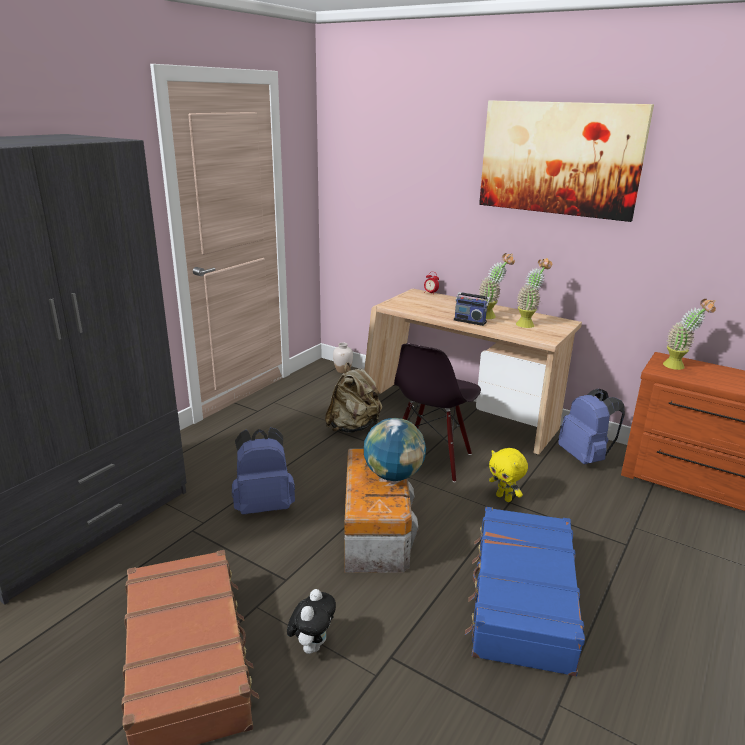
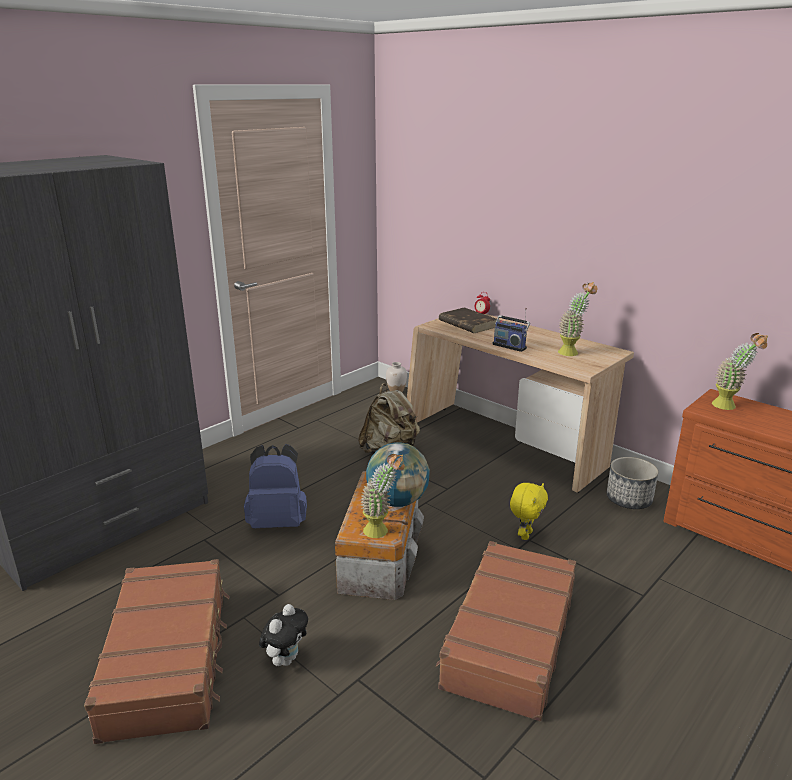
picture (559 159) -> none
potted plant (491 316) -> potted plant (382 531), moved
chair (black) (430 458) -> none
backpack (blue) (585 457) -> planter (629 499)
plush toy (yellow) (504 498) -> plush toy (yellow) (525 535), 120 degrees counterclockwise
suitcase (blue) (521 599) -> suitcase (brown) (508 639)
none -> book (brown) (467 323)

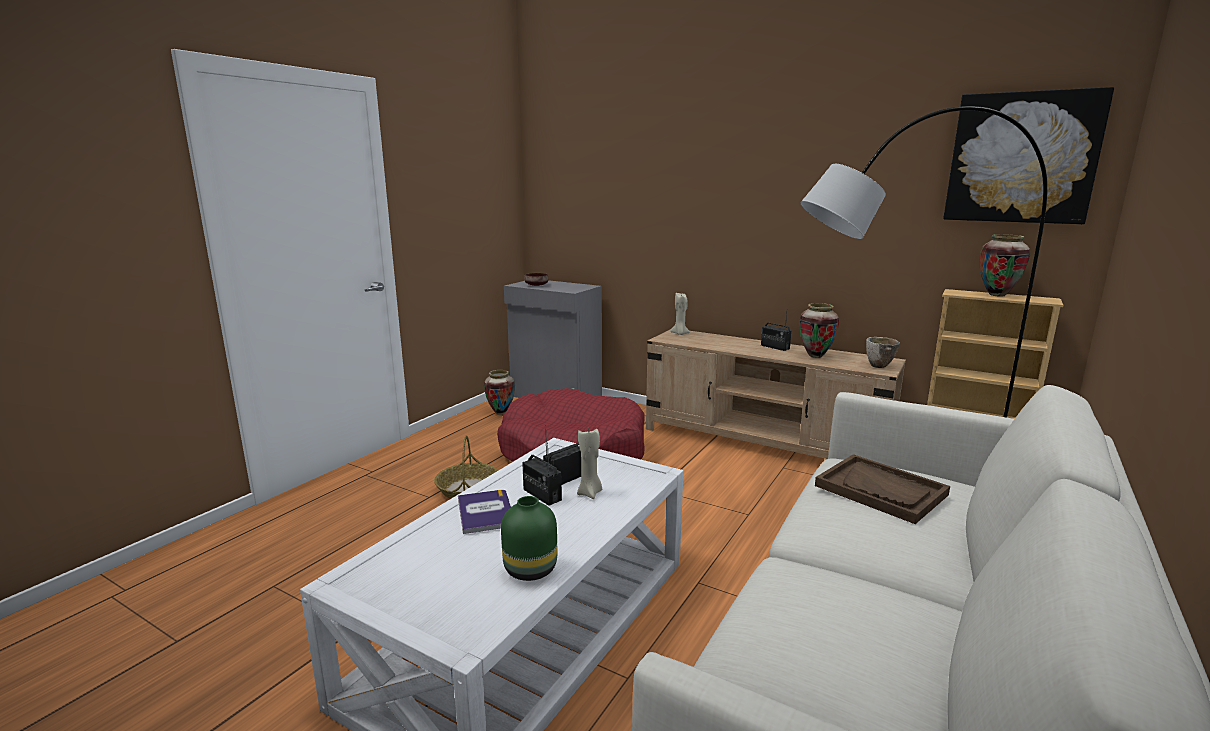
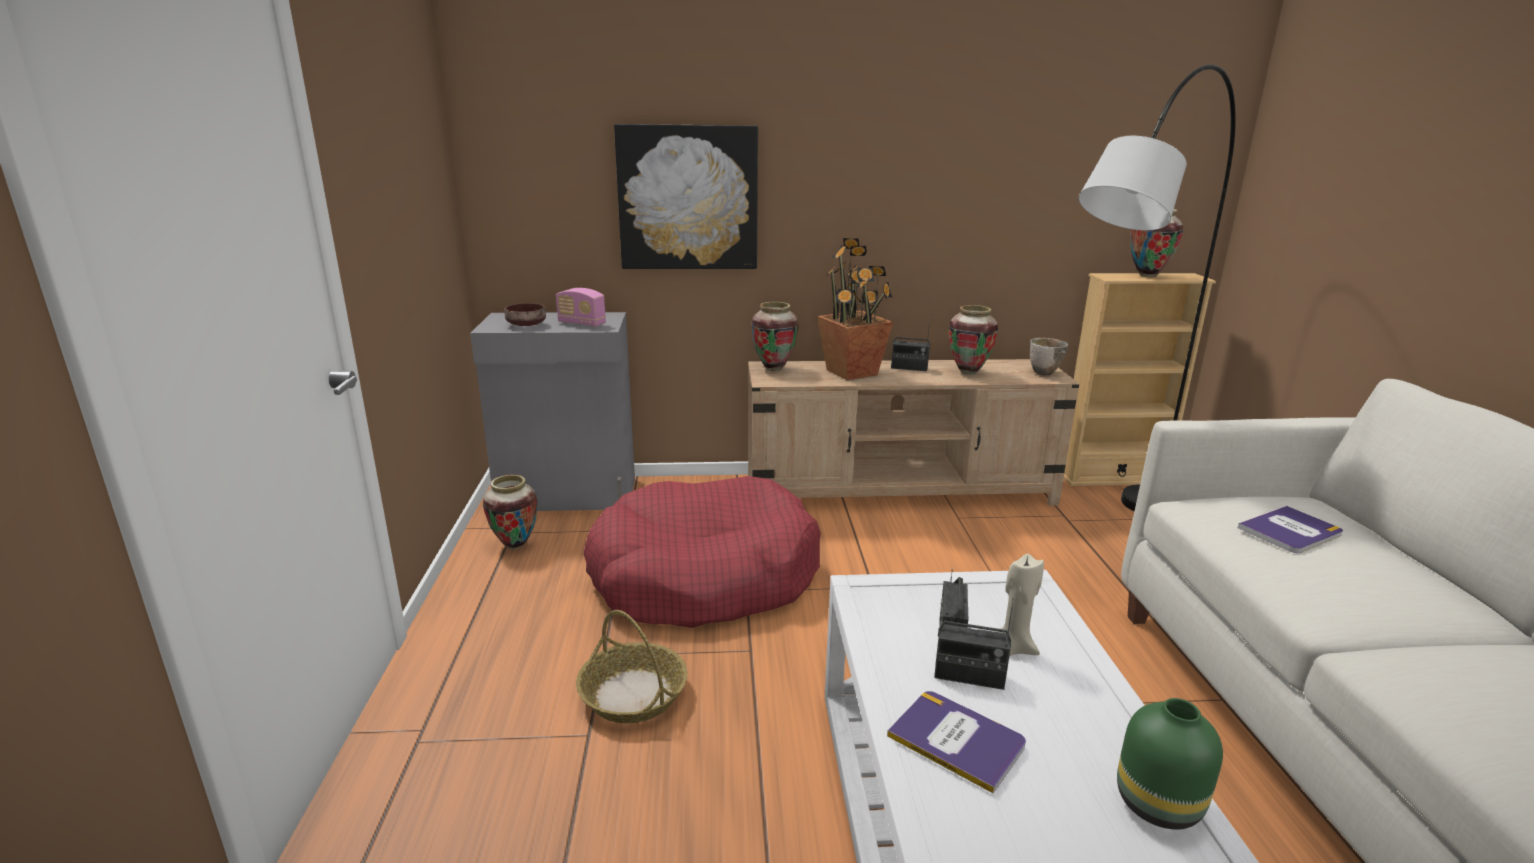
picture (1022 158) -> picture (688 198), moved
candle (beige) (680 334) -> vase (774 368)
tray (brown) (881 490) -> book (1290 531)
none -> potted plant (852 372)
none -> radio (582 323)

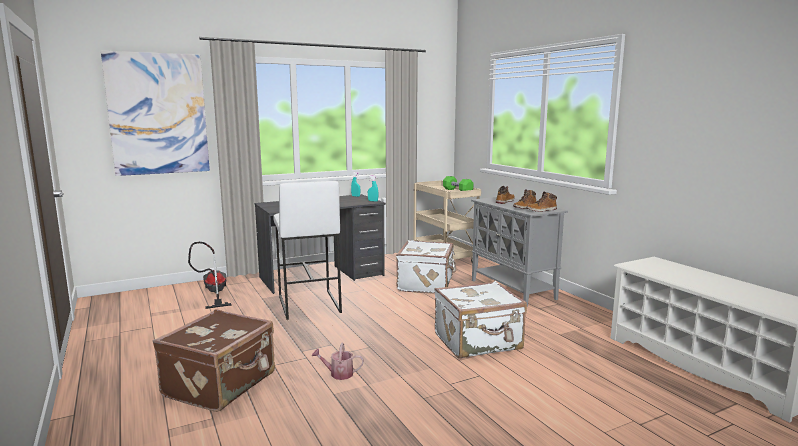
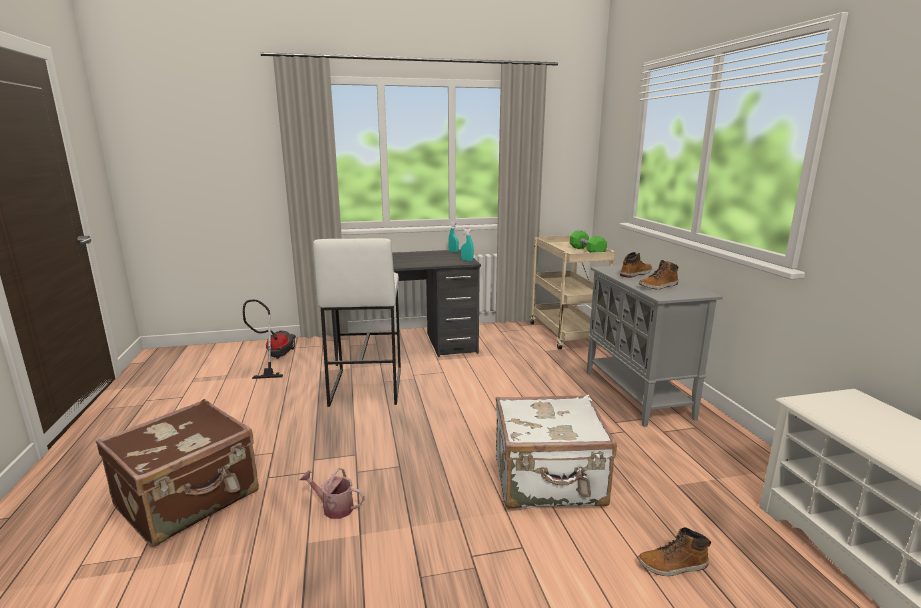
picture (158 114) -> none
boot (541 210) -> boot (673 565), moved
suitcase (white) (426 284) -> none

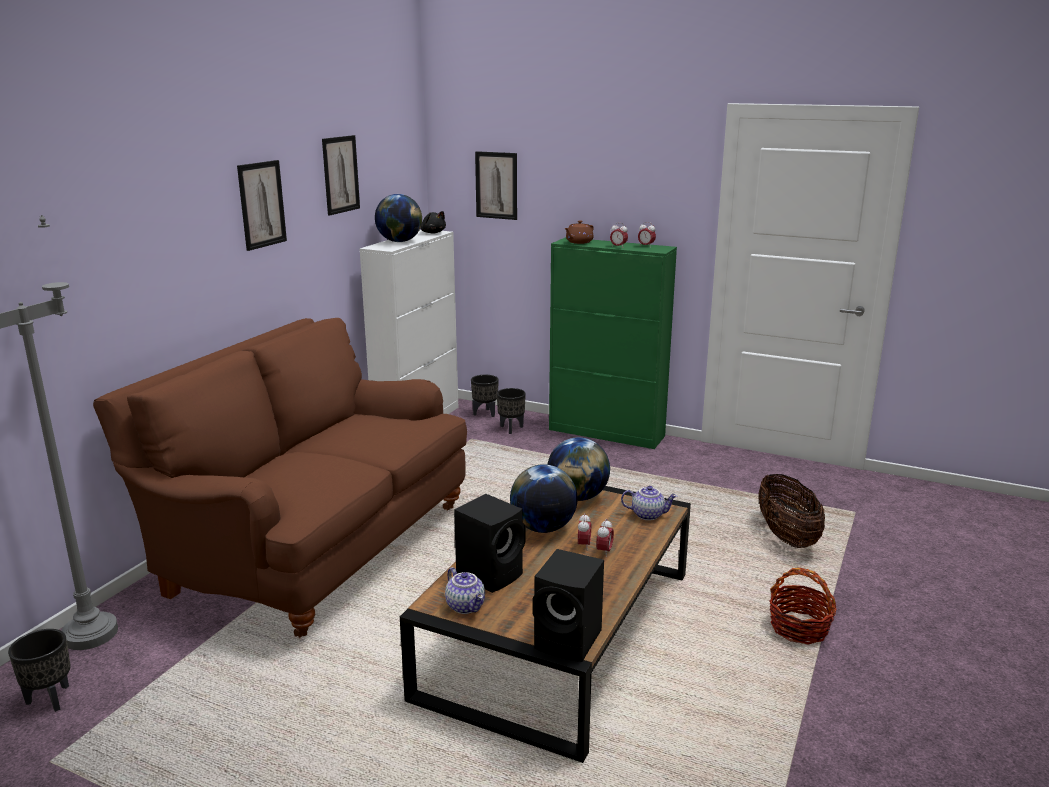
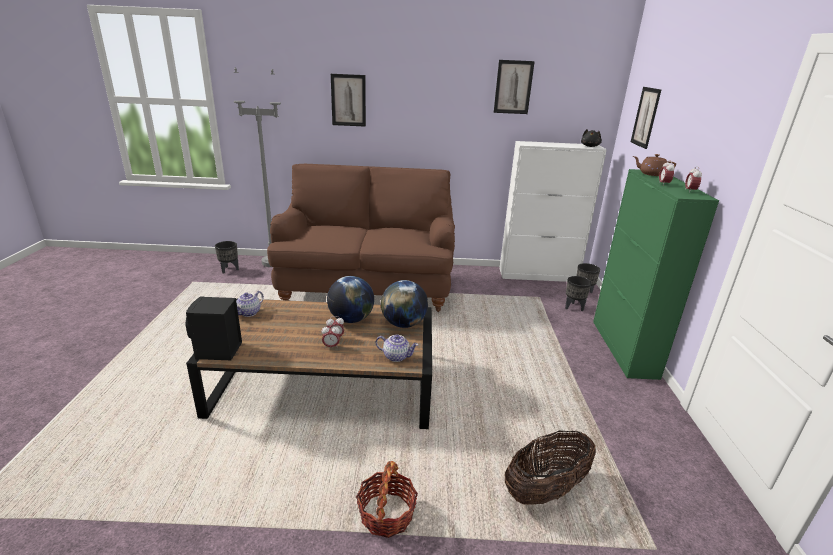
picture (262 204) -> picture (348 100), moved
globe (399 241) -> none
teapot (648 514) -> teapot (396 356), 60 degrees counterclockwise
speaker (black) (491 574) -> none

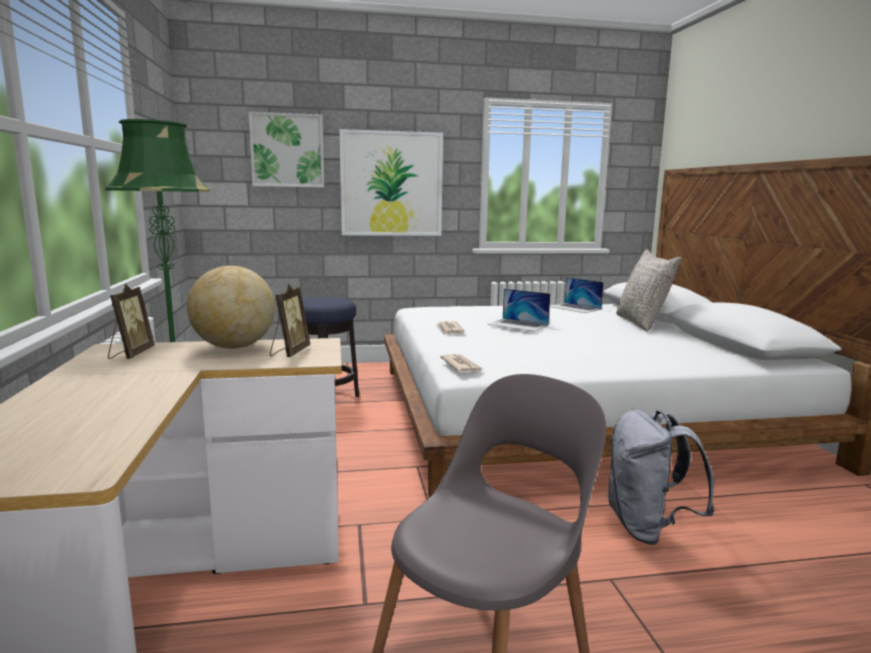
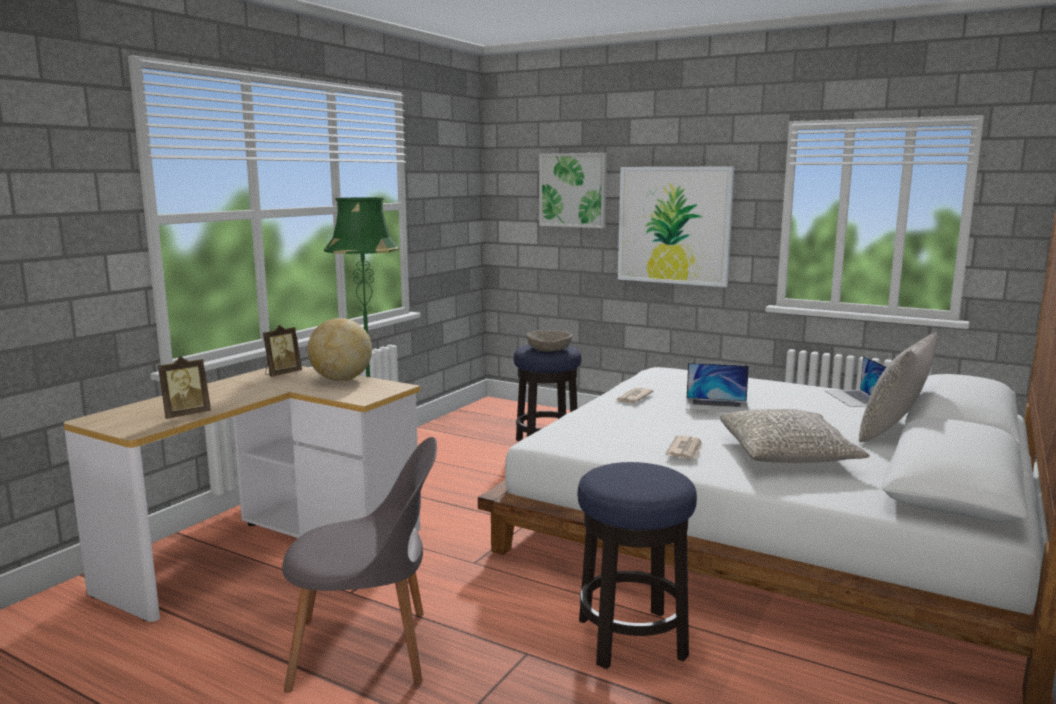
picture frame (289 353) -> picture frame (186 415), moved
laptop (518 325) -> laptop (716 405), 60 degrees counterclockwise
newspaper (461 366) -> newspaper (686 450), moved
backpack (grey) (647 528) -> stool (631 639)
none -> bowl (beige) (549 348)
none -> pillow (grey) (787 454)

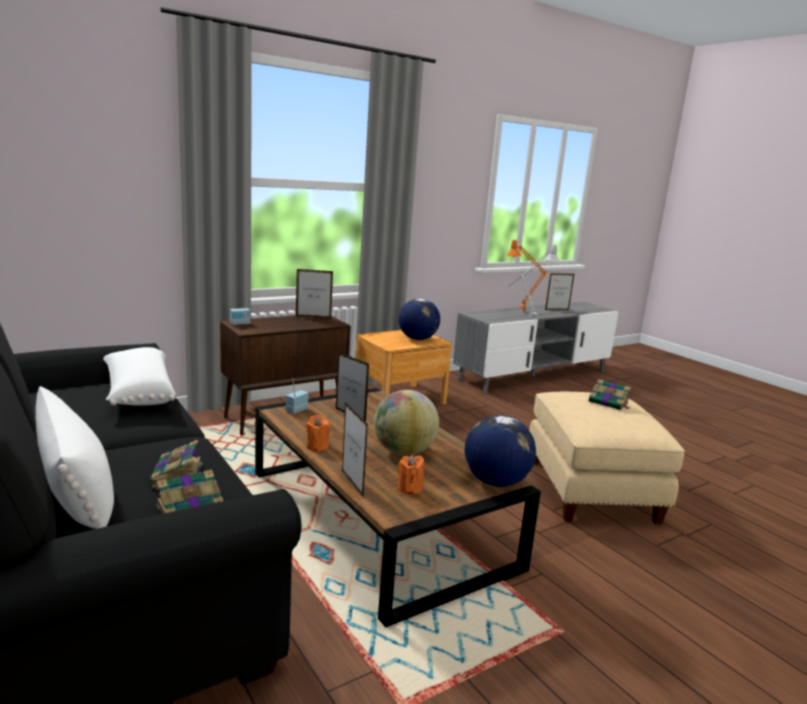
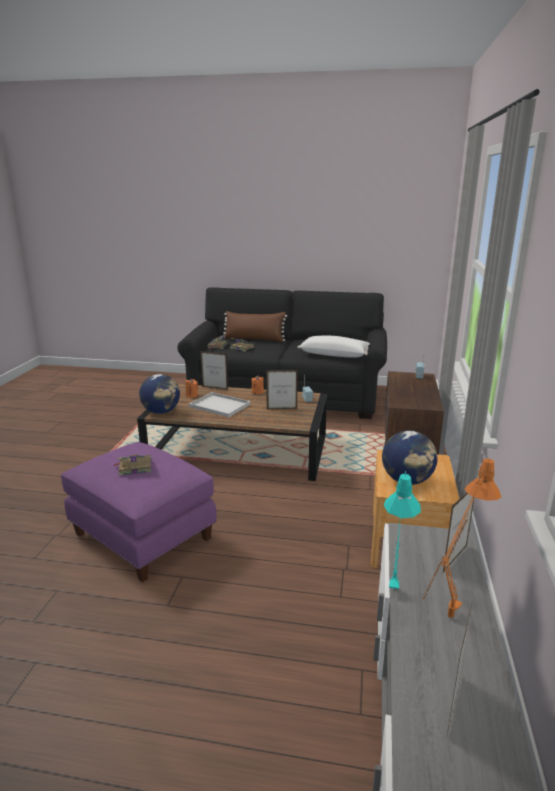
table lamp (grey) (527 319) -> table lamp (turquoise) (394 583)
picture frame (313 317) -> picture frame (455 559), moved
pillow (white) (76 489) -> pillow (brown) (254 339)
globe (403 452) -> tray (white) (221 405)
ottoman (beige) (589 489) -> ottoman (purple) (144 536)

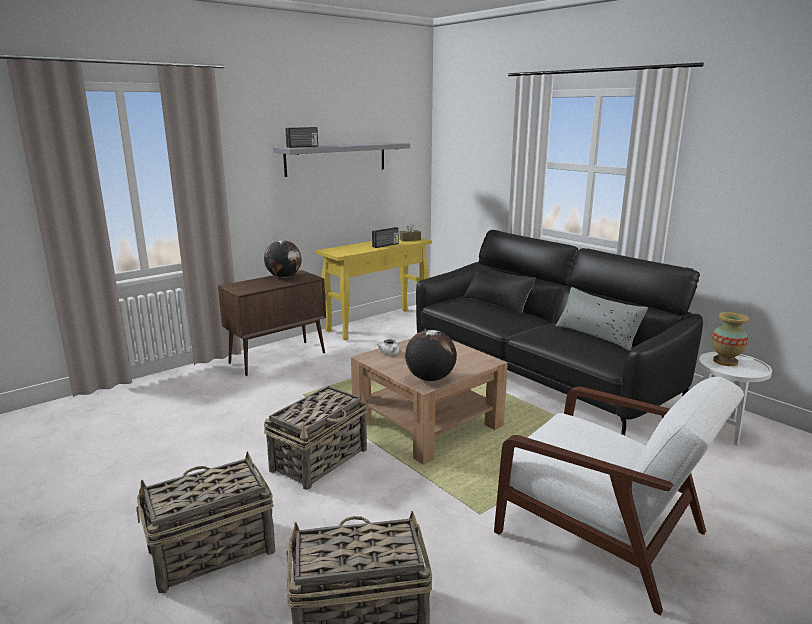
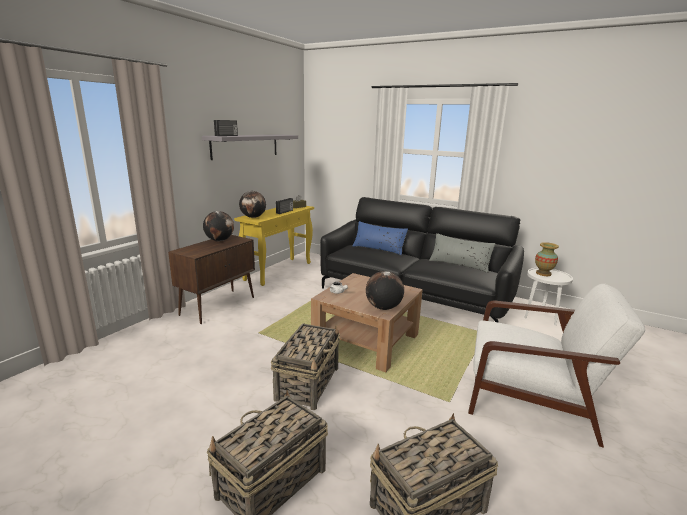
pillow (black) (497 304) -> pillow (blue) (378 249)
none -> globe (253 217)

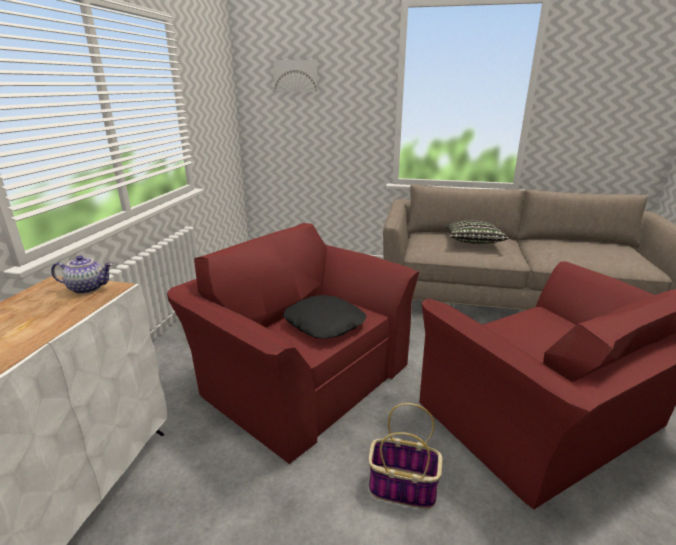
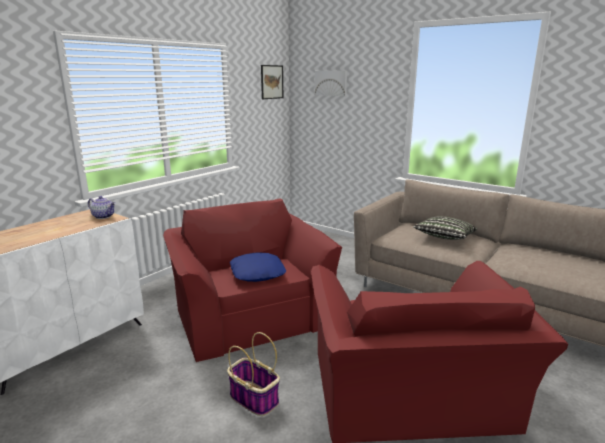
pillow (black) (325 323) -> pillow (blue) (258 273)
none -> picture (272 82)

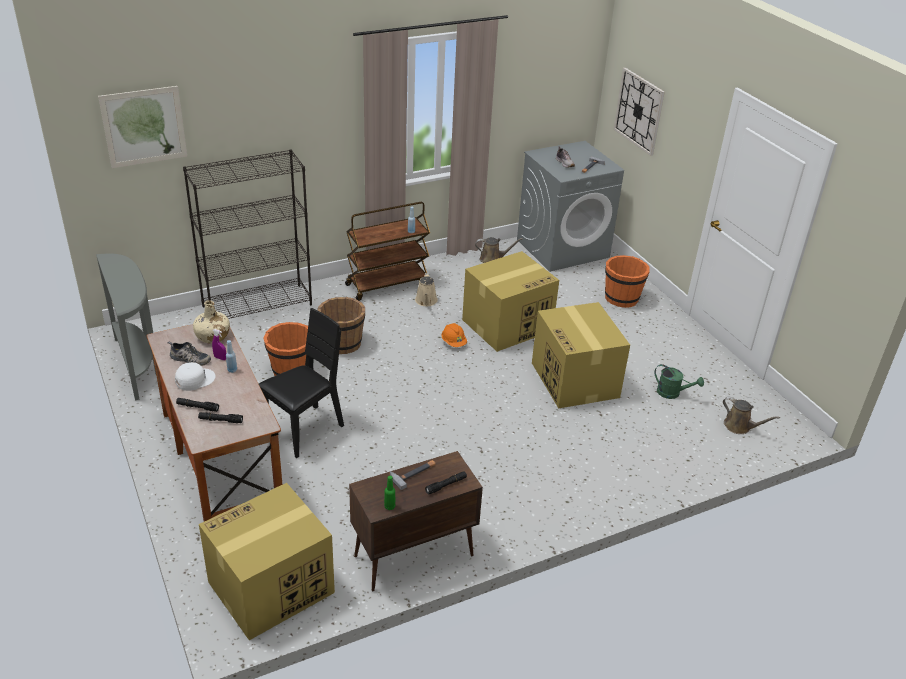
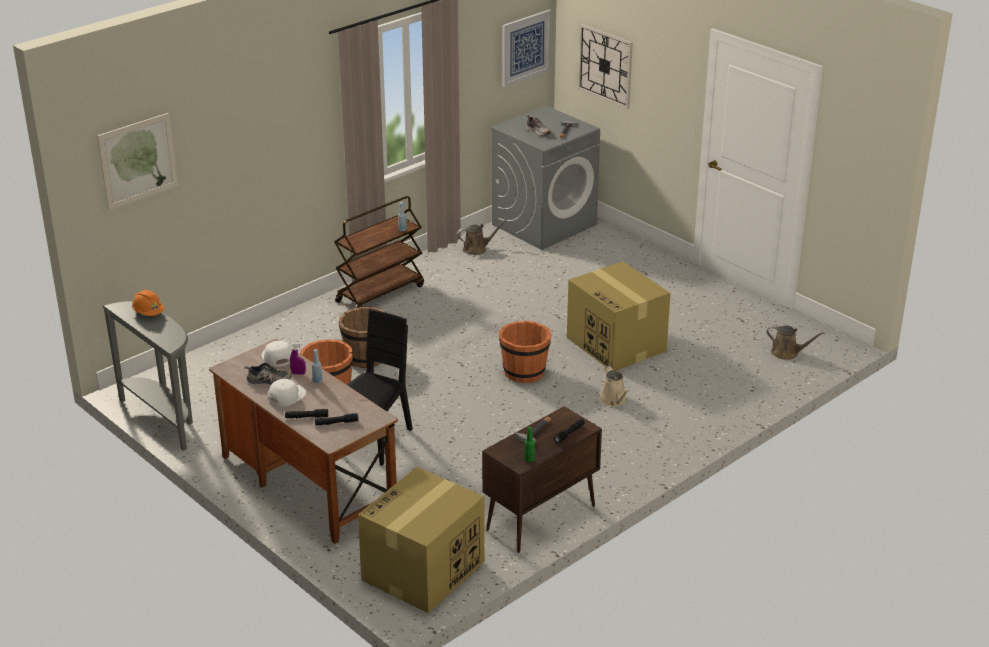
bookcase (black) (258 305) -> none
cardboard box (508 325) -> none
bucket (orange) (621 298) -> bucket (orange) (524 372), moved
watering can (beige) (426 301) -> watering can (beige) (614 400), moved
bottle (beige) (212 336) -> cap (white) (277 357)
hard hat (orange) (453 342) -> hard hat (orange) (148 313), moved
watering can (green) (672 393) -> none
none -> picture (525 47)

